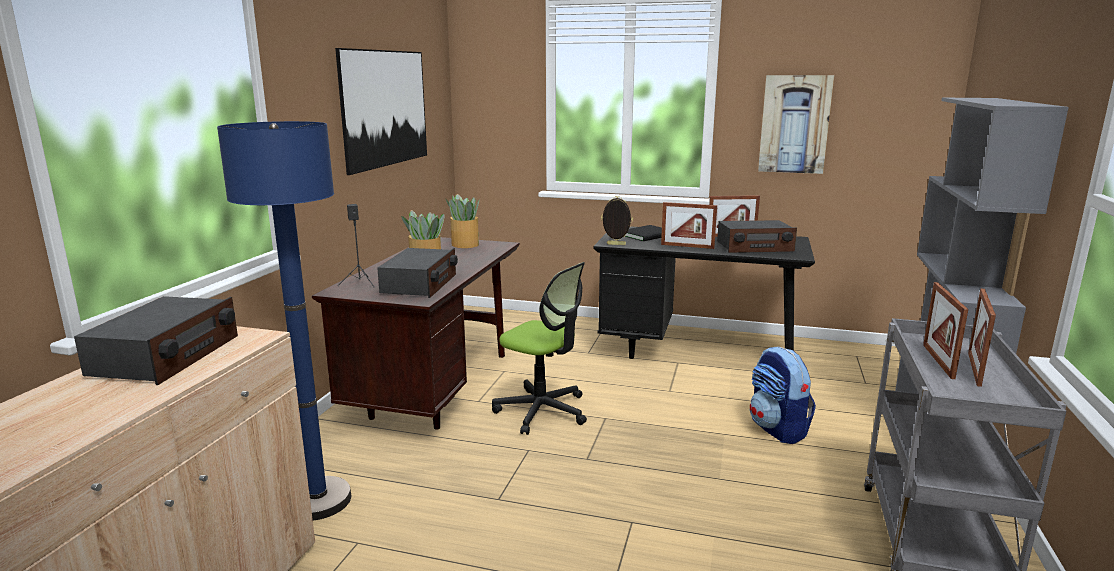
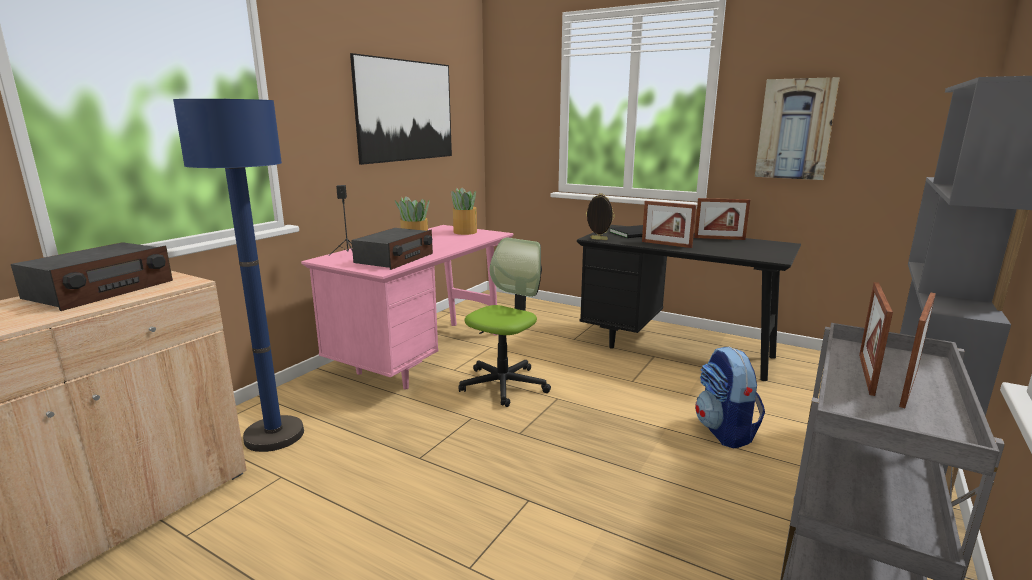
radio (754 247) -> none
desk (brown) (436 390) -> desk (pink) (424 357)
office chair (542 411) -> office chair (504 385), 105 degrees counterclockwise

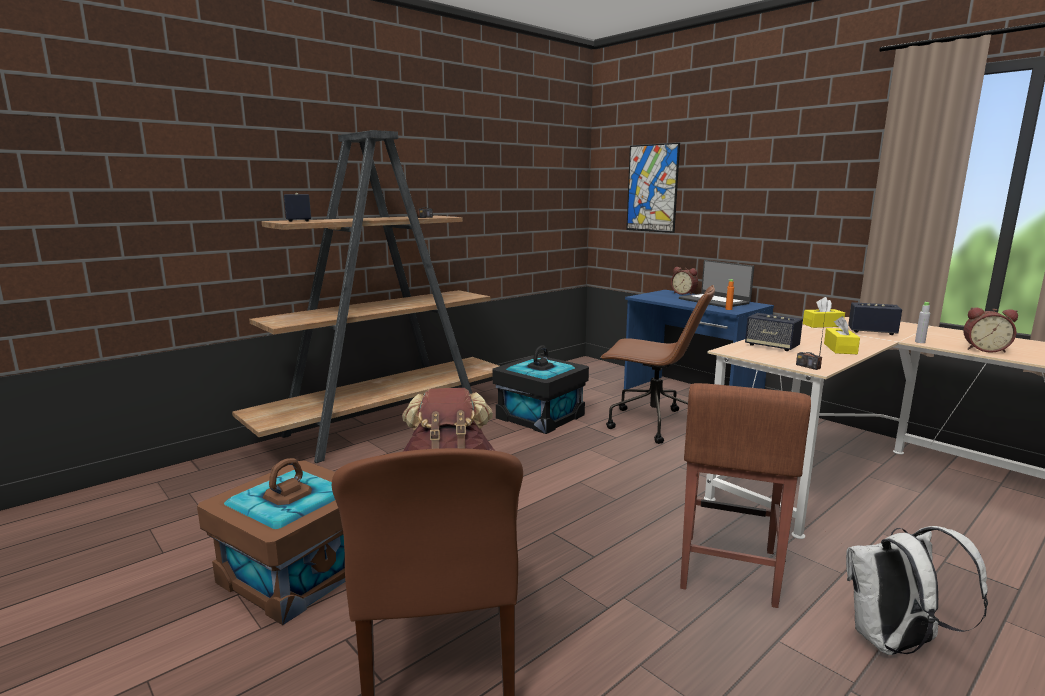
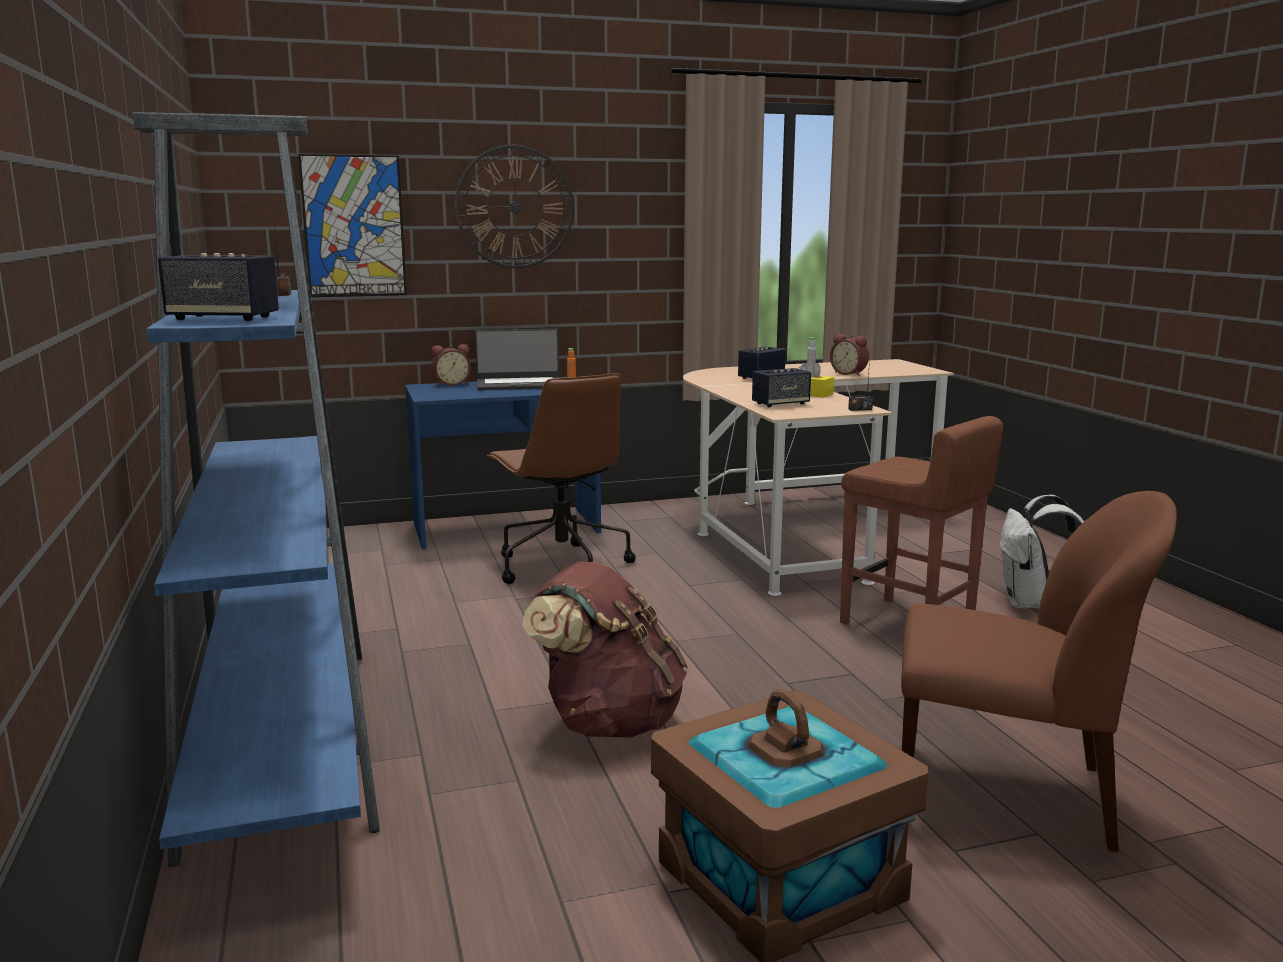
bookcase (brown) (387 424) -> bookcase (blue) (282 737)
office chair (brown) (652 424) -> office chair (brown) (561 566), 105 degrees clockwise
tissue box (yellow) (822 325) -> none
alarm clock (984 349) -> alarm clock (849 373), 90 degrees clockwise
storage box (black) (540 417) -> none
none -> wall clock (515 207)

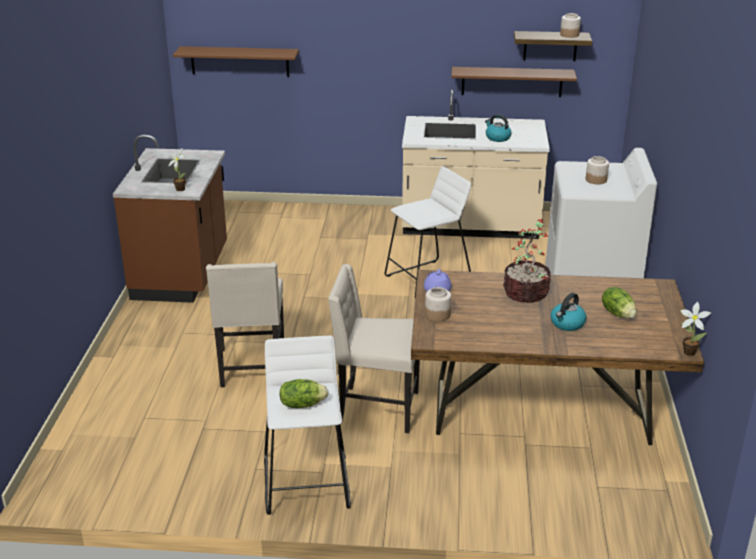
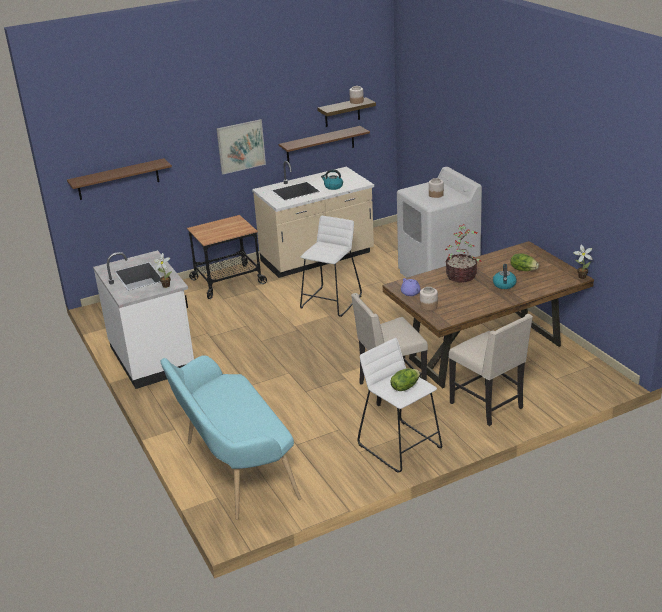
counter (brown) (182 274) -> counter (white) (153 358)
chair (beige) (251 368) -> chair (beige) (488 406), moved
none -> picture (241 146)
none -> cart (228 281)
none -> bench (turquoise) (234 471)

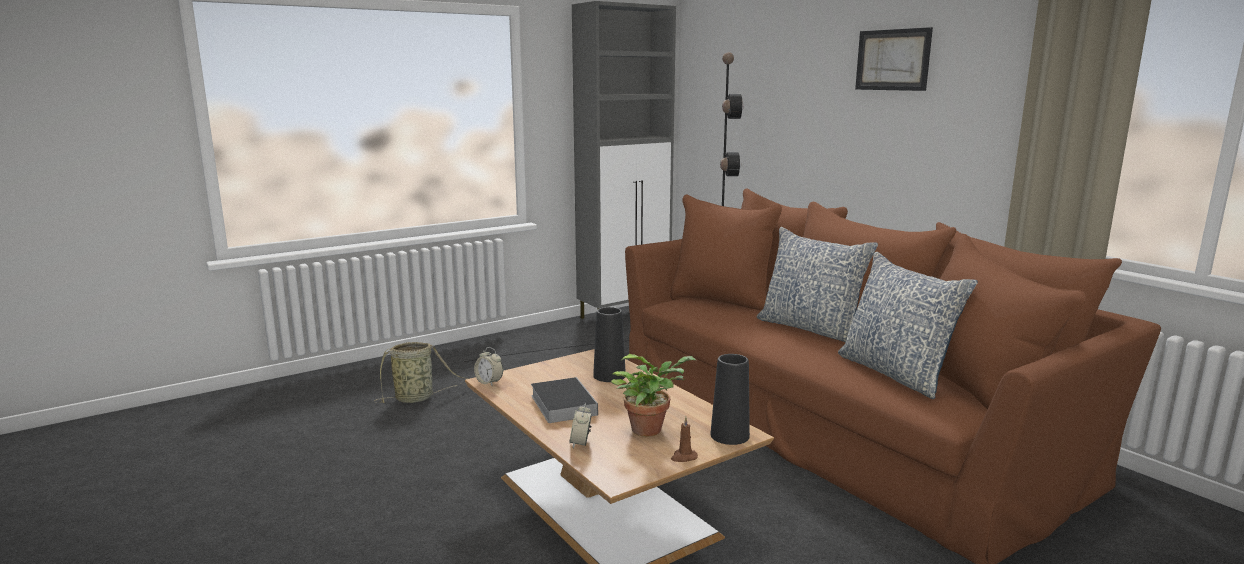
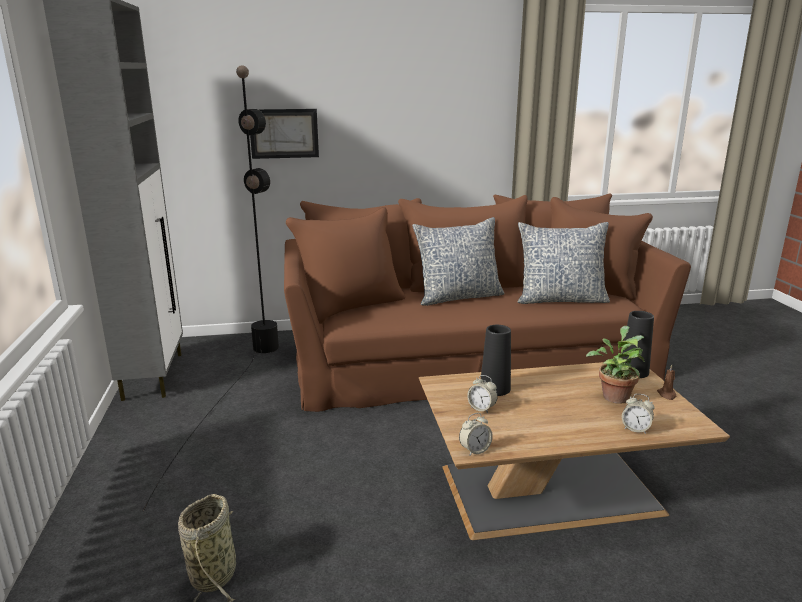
picture (892 60) -> picture (284 133), moved
book (562 404) -> none
none -> alarm clock (481 408)

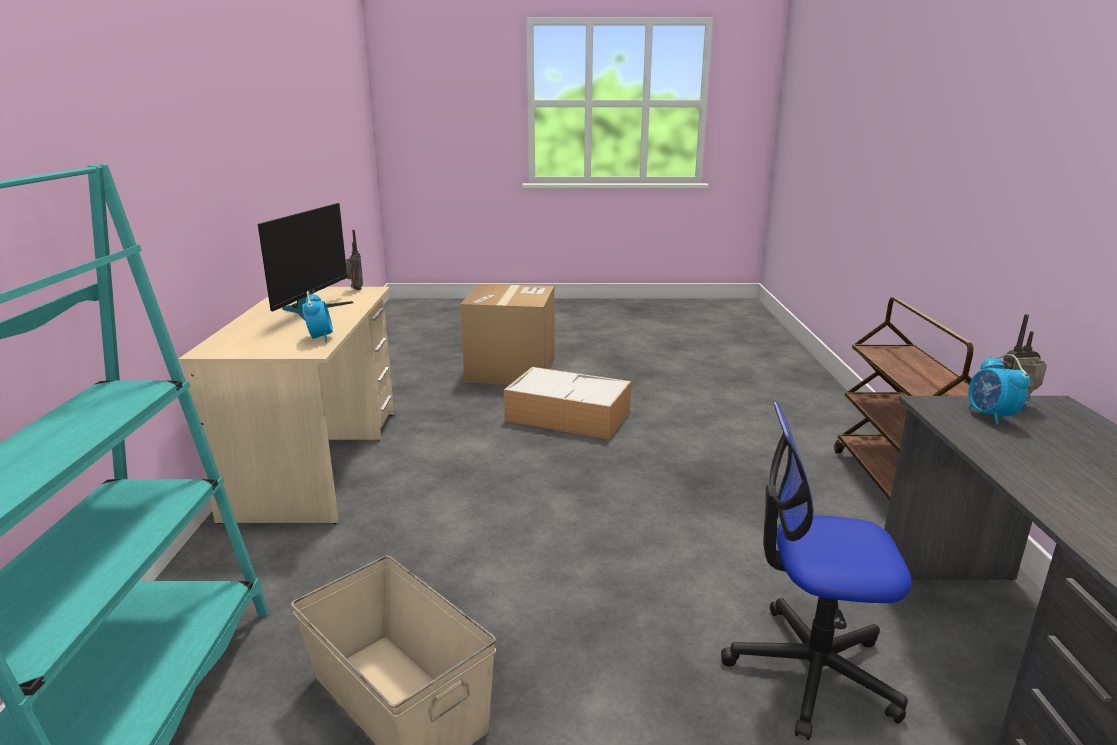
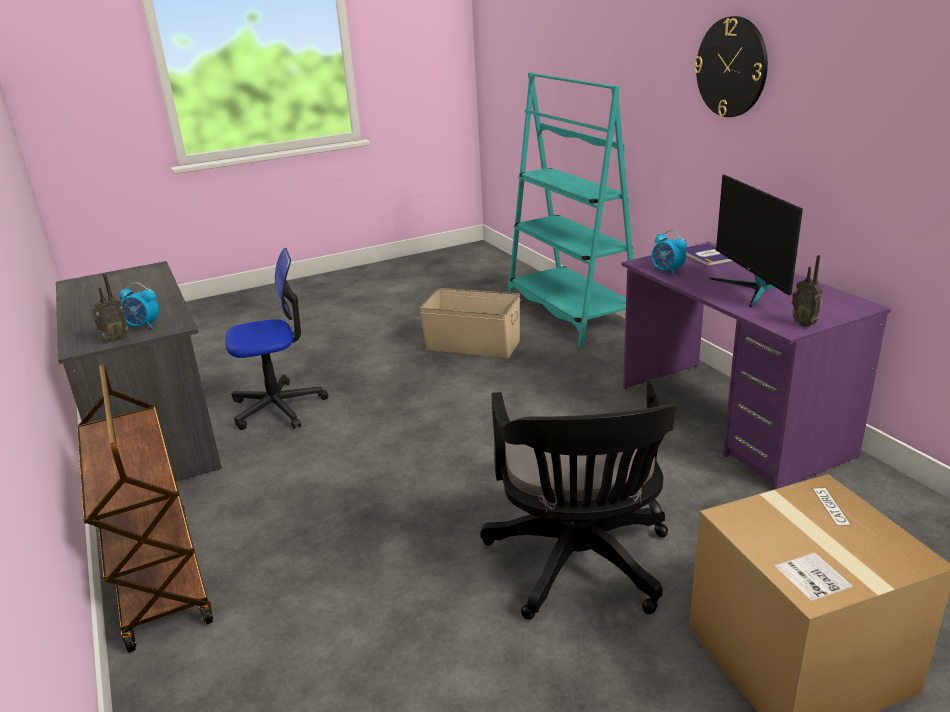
desk (beige) (318 461) -> desk (purple) (730 420)
alarm clock (990 416) -> alarm clock (143 326), 135 degrees clockwise
storage box (570 416) -> office chair (black) (580 566)
none -> wall clock (731 67)
none -> book (707 255)

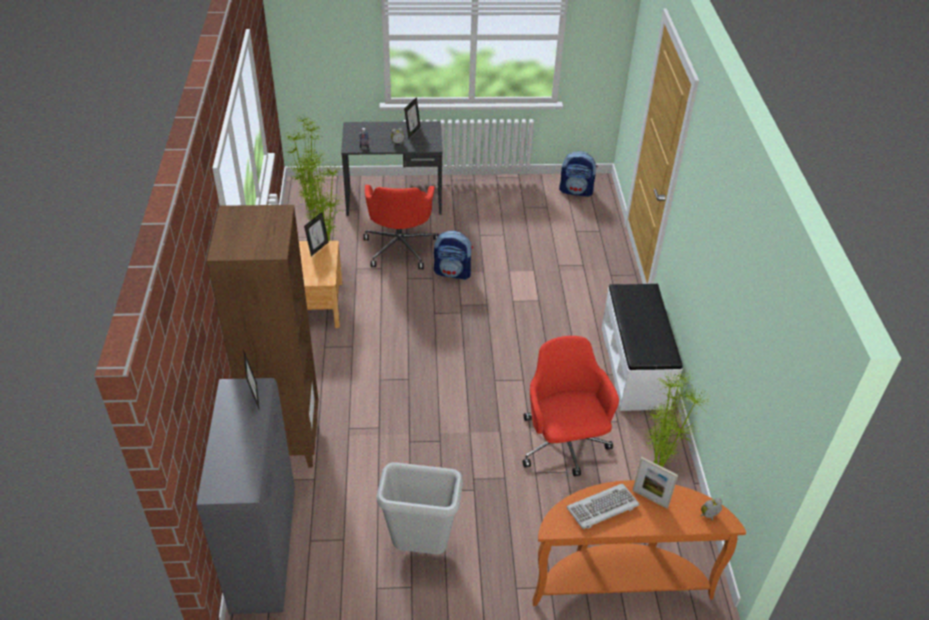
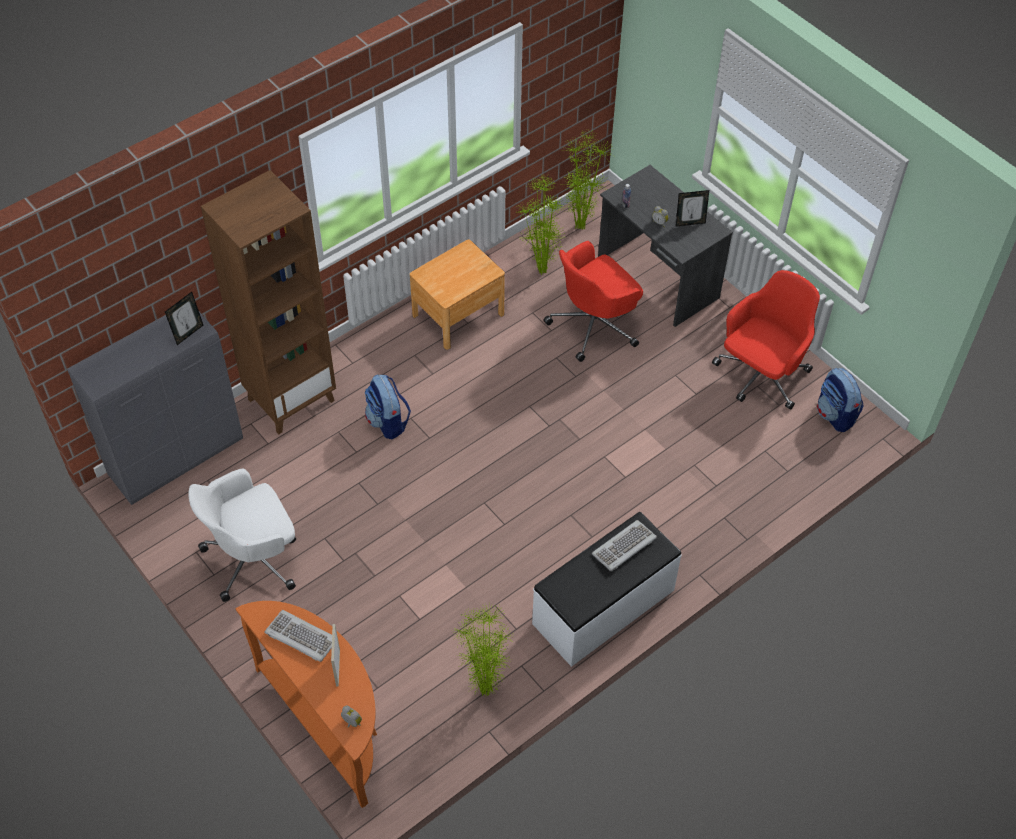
picture frame (318 248) -> none
backpack (453 272) -> backpack (388 422), moved
office chair (red) (563 444) -> office chair (red) (761 376), moved
trash can (grey) (420 548) -> office chair (white) (254 558)
none -> keyboard (624 547)

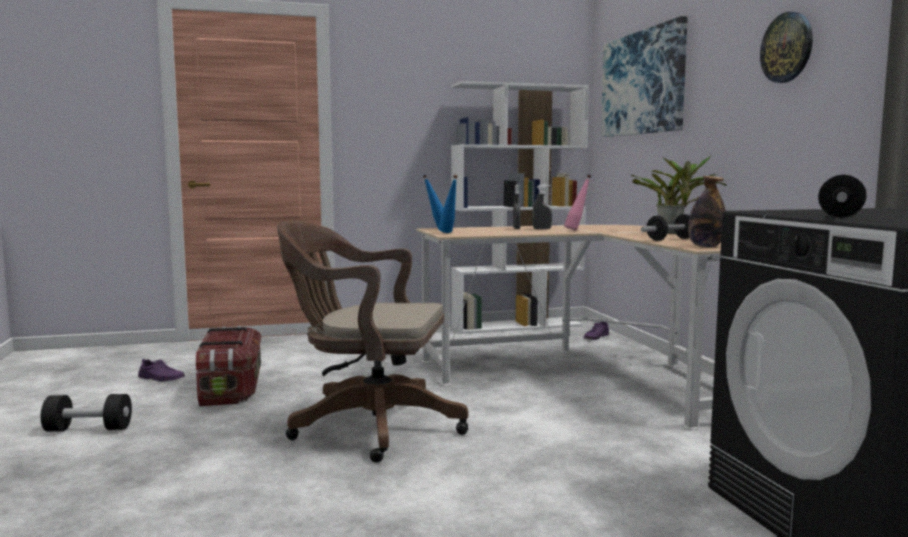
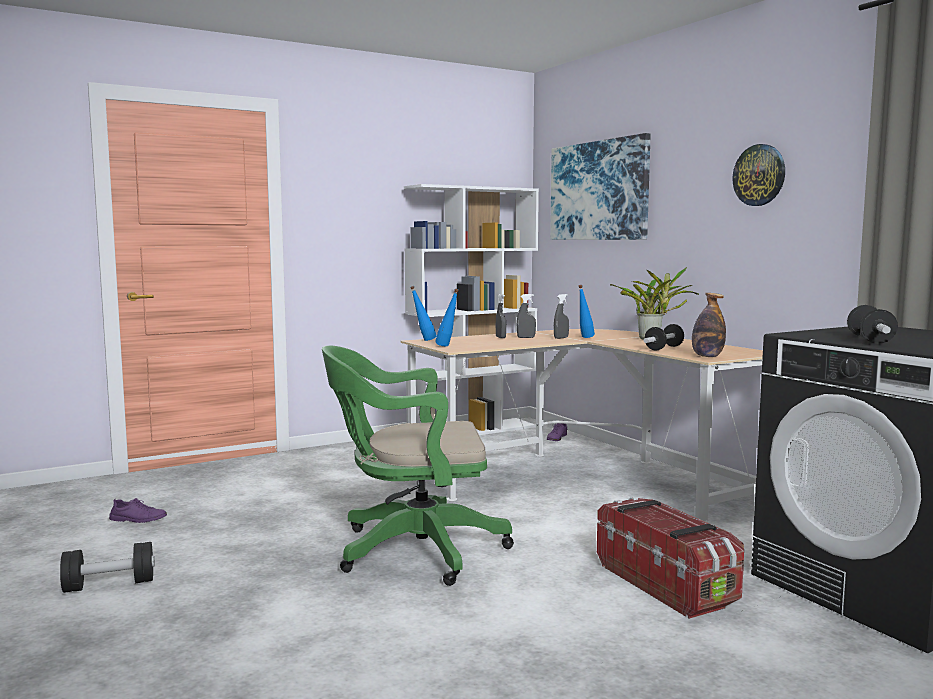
bottle (pink) (577 230) -> spray bottle (grey) (561 338)
office chair (brown) (368 426) -> office chair (green) (411 550)
storage box (231 388) -> storage box (666 584), moved
none -> bottle (blue) (584 338)

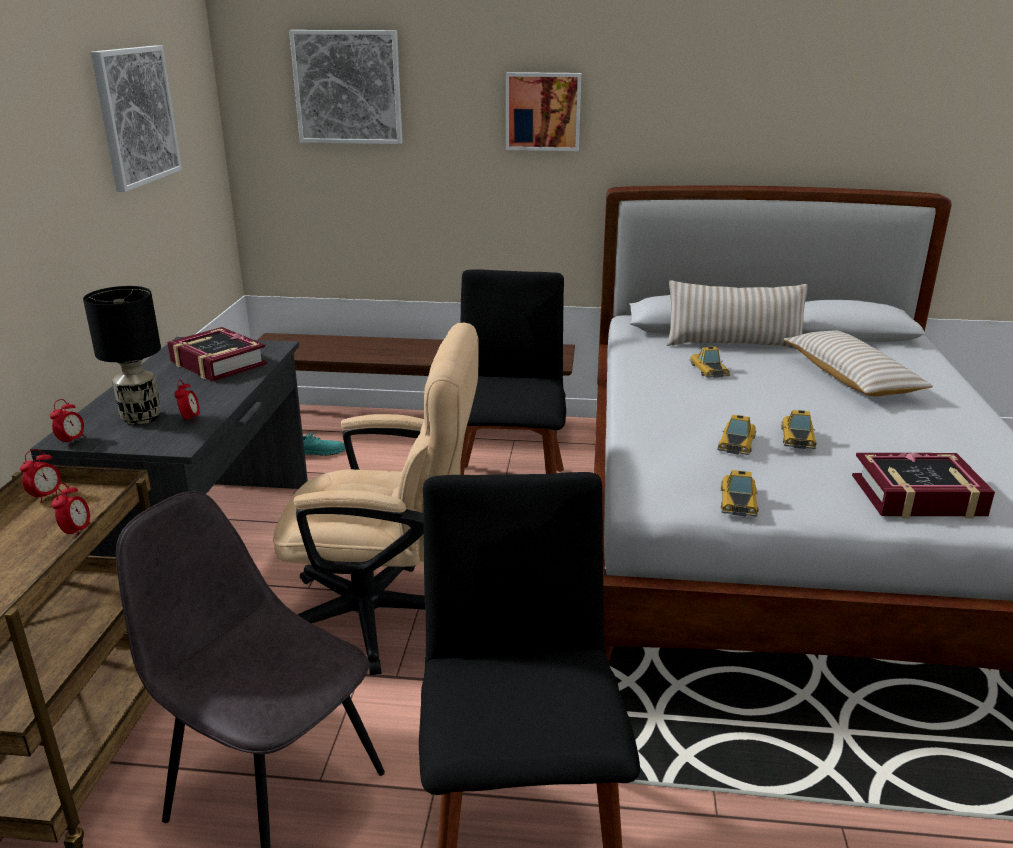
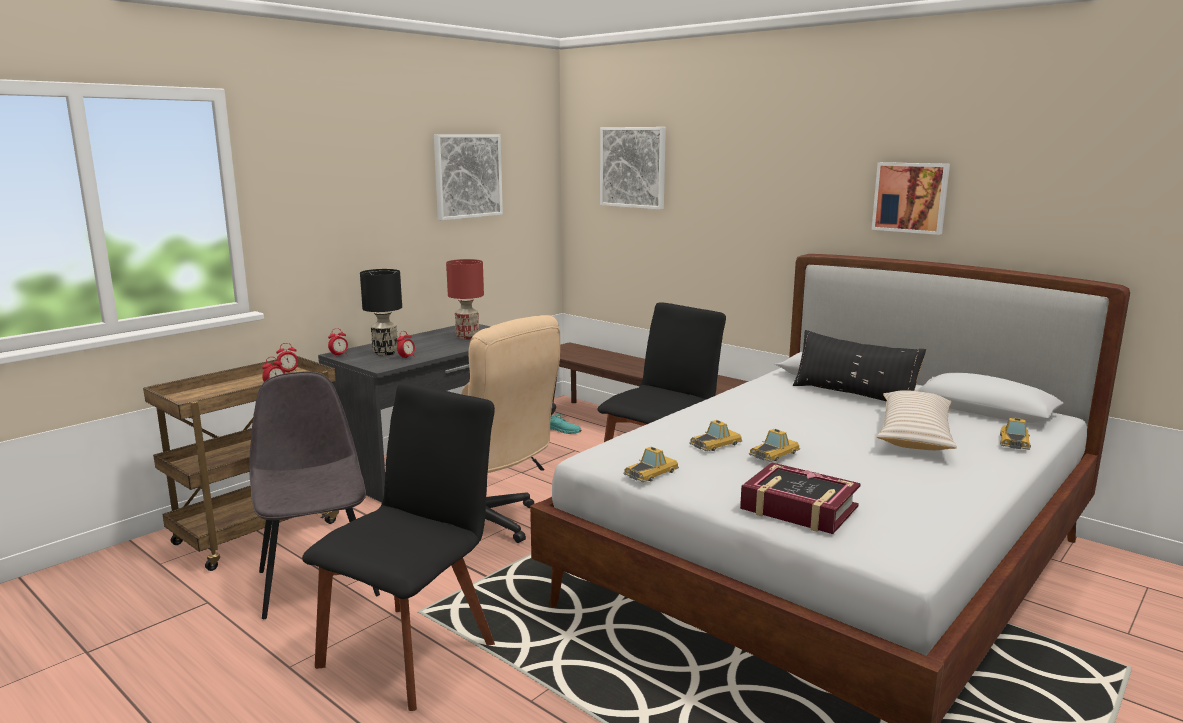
picture (543 111) -> picture (911 197), moved
pillow (beige) (733 344) -> pillow (black) (853 395)
book (217 363) -> table lamp (red) (467 337)
toy car (709 369) -> toy car (1014 441), moved

